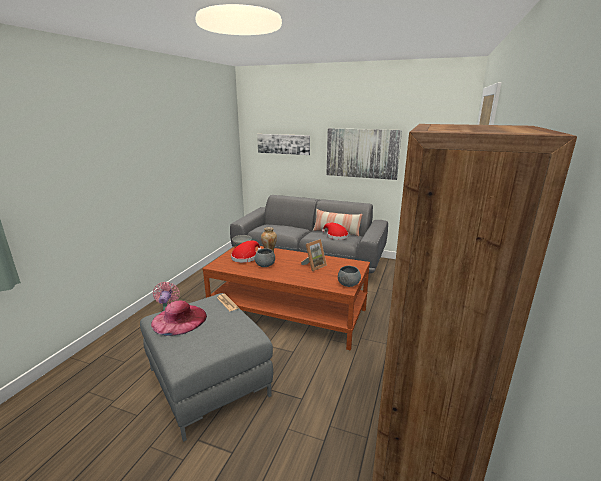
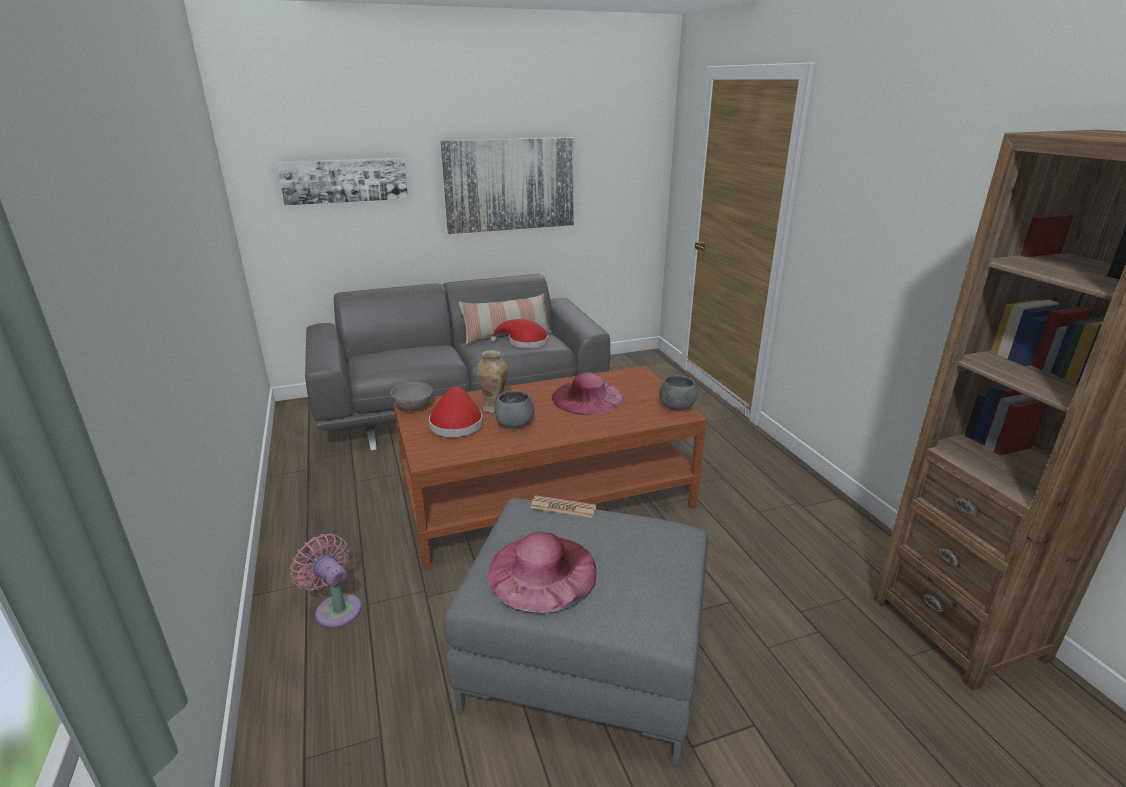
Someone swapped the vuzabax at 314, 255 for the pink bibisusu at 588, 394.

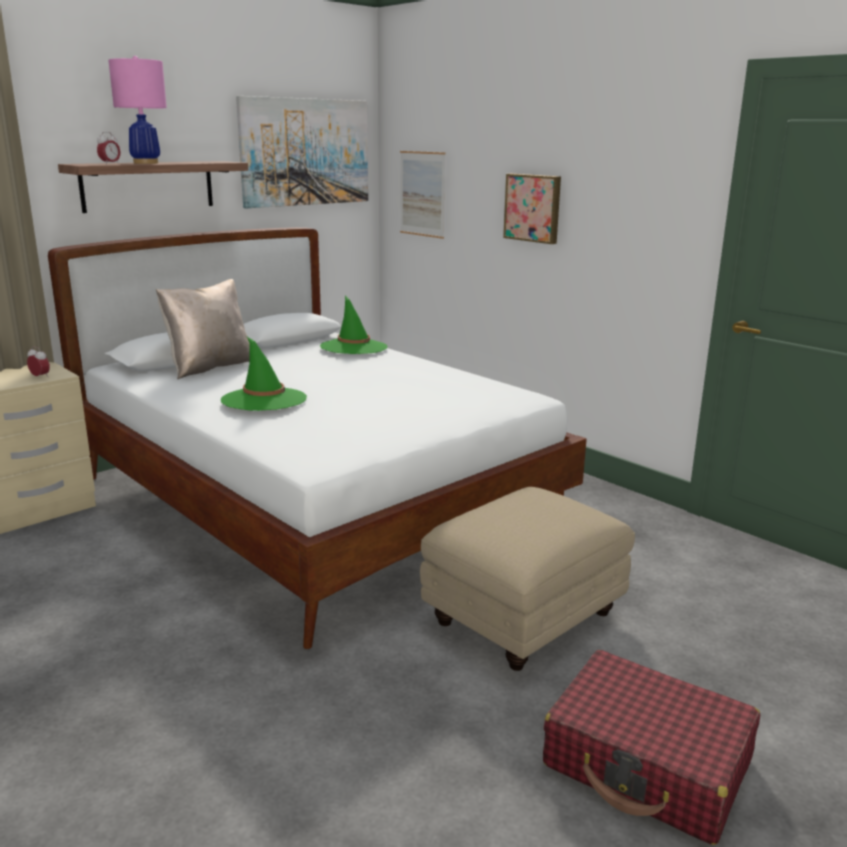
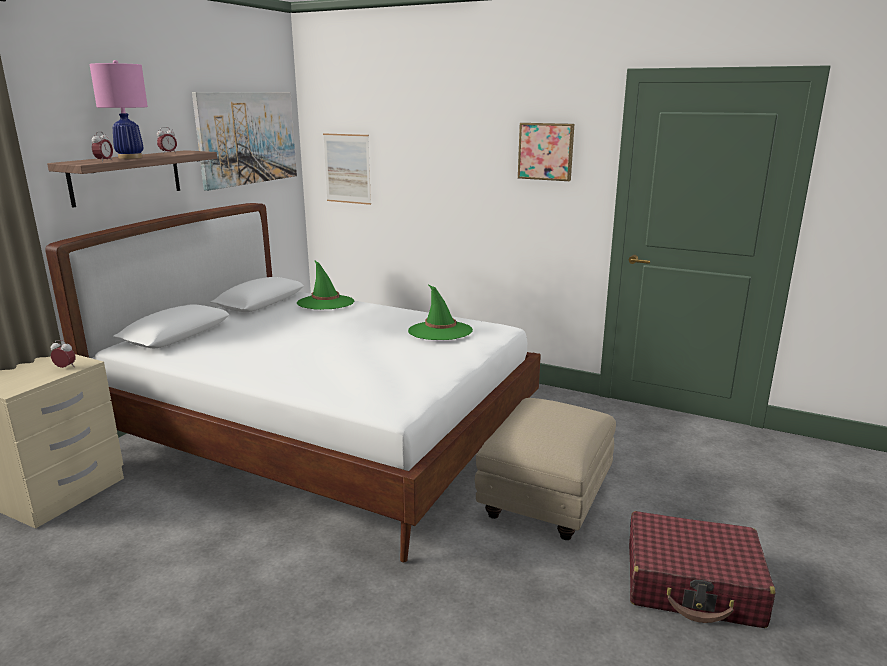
Someone took away the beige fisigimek at 203, 329.
Someone put down the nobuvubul at 167, 140.
Someone carried the green bibisusu from 264, 374 to 440, 312.
Someone carried the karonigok from 532, 209 to 546, 152.

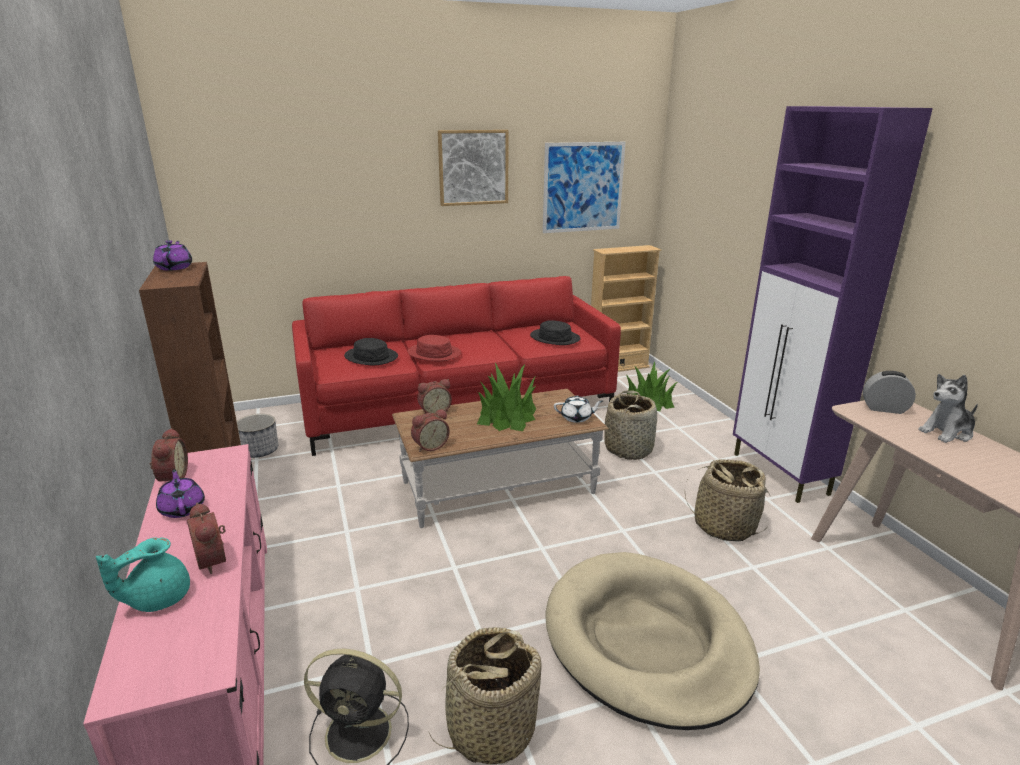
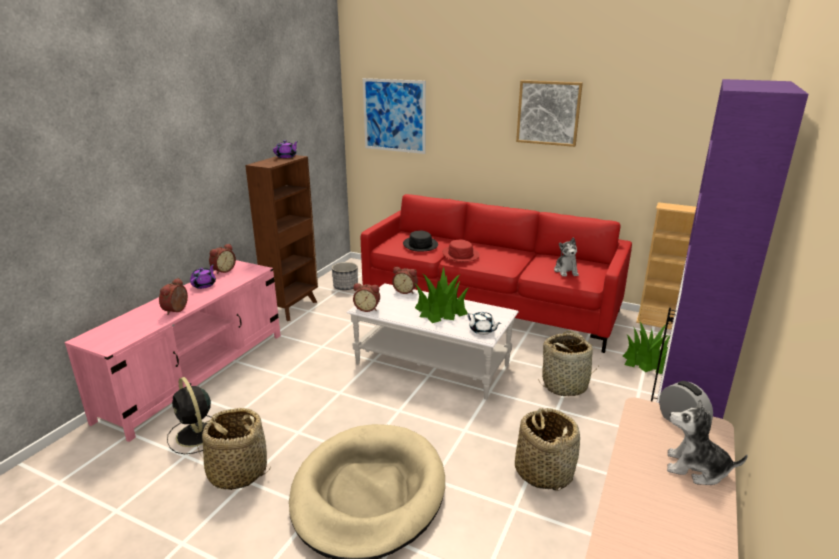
Someone took away the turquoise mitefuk at 143, 574.
Someone carried the karonigok from 584, 187 to 394, 116.
Someone swapped the black bibisusu at 555, 332 for the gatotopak at 566, 257.
Someone repainted the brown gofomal at 500, 458, which became the white gofomal at 432, 341.

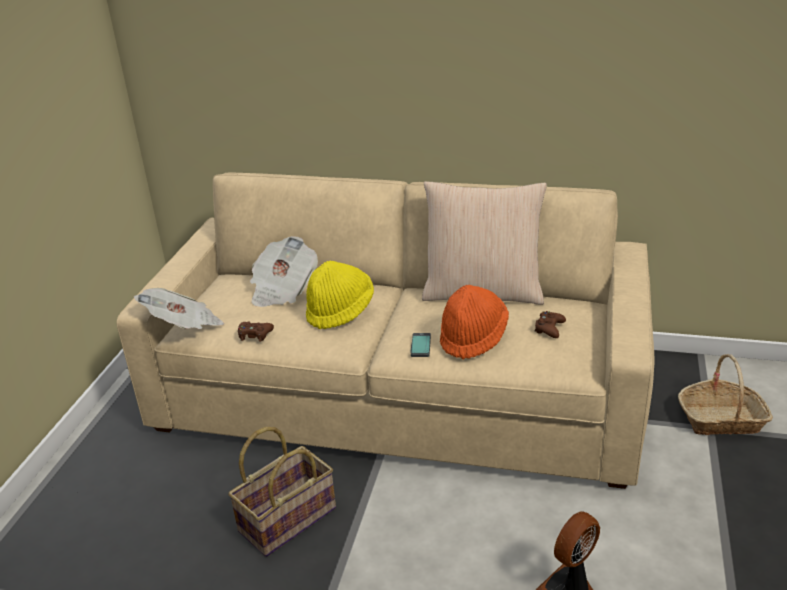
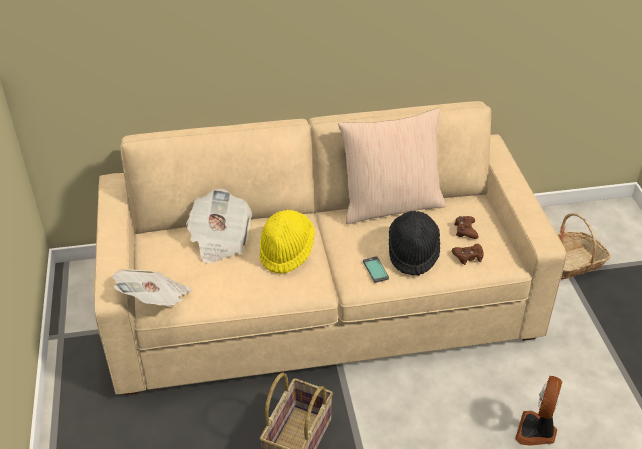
Someone carried the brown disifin from 256, 332 to 467, 254.
Someone repainted the orange bibisusu at 474, 322, which became the black bibisusu at 414, 243.

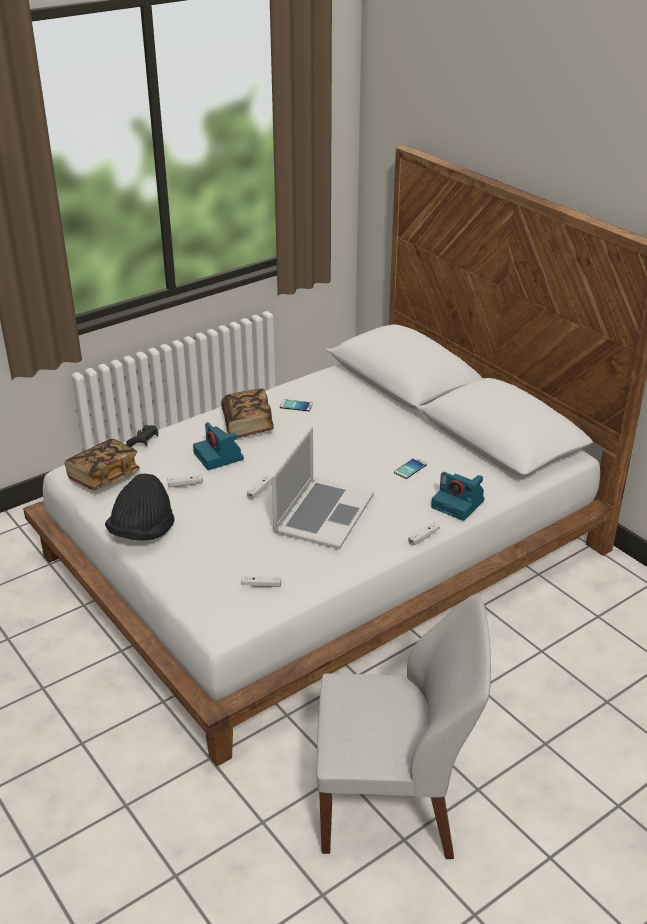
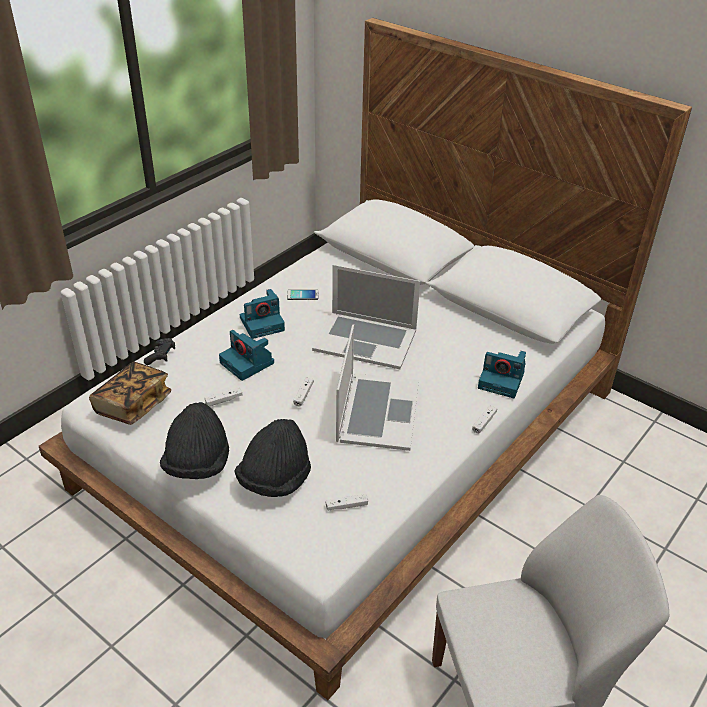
Someone took away the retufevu at 410, 468.
Someone put down the black bibisusu at 272, 458.
Someone put down the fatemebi at 366, 317.
Someone swapped the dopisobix at 247, 413 for the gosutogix at 262, 314.

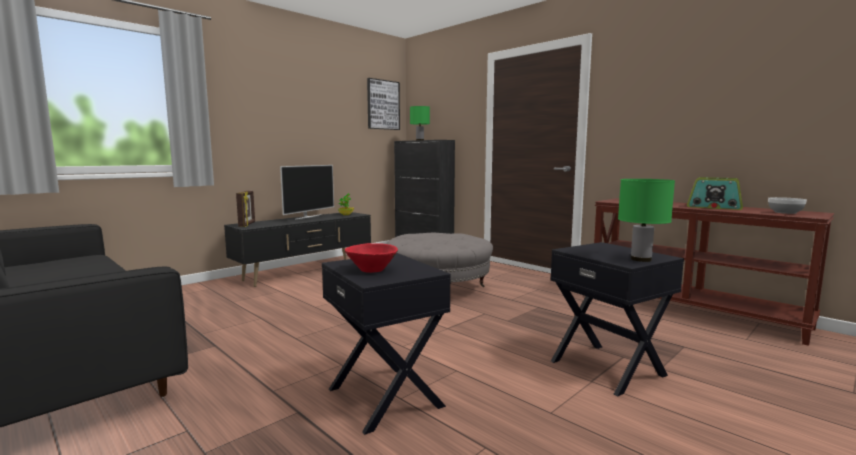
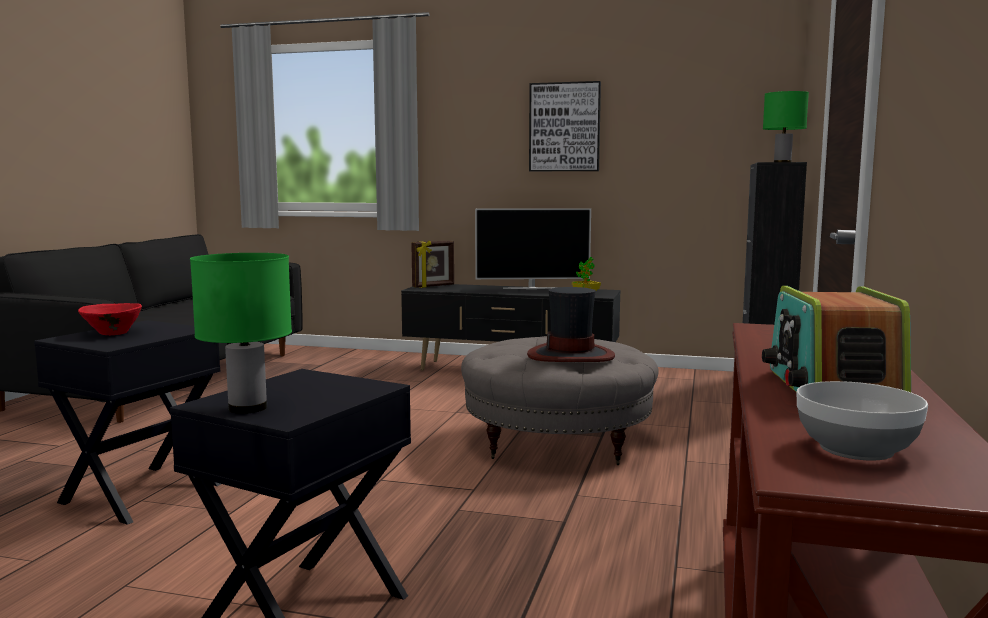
Someone put down the bibisusu at 571, 324.
Someone carried the karonigok from 383, 104 to 565, 126.

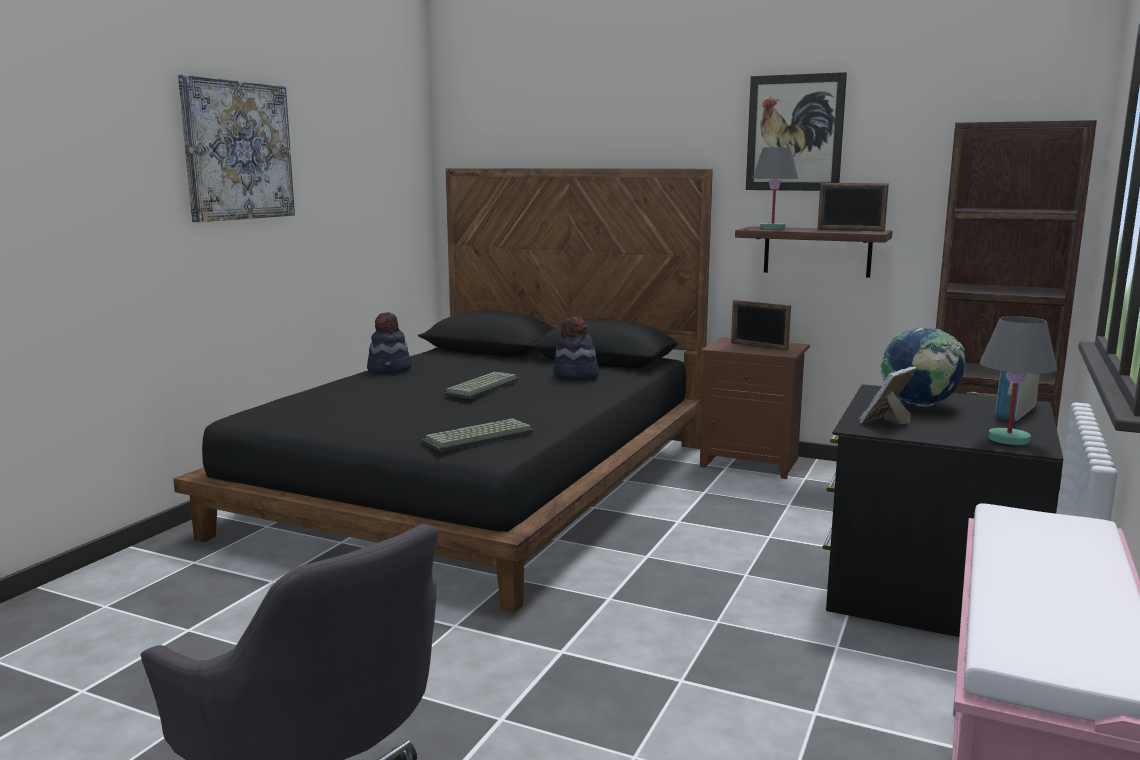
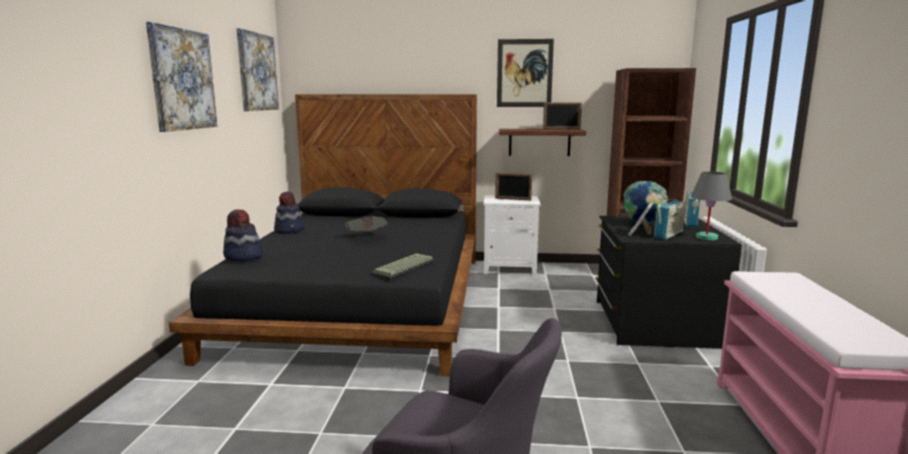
Someone took away the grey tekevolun at 775, 188.
Someone put up the karonigok at 258, 69.
Someone put down the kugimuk at 669, 219.
Someone carried the bibisusu from 576, 348 to 243, 235.
Someone swapped the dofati at 481, 385 for the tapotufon at 366, 223.
Someone repainted the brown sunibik at 755, 408, which became the white sunibik at 512, 235.

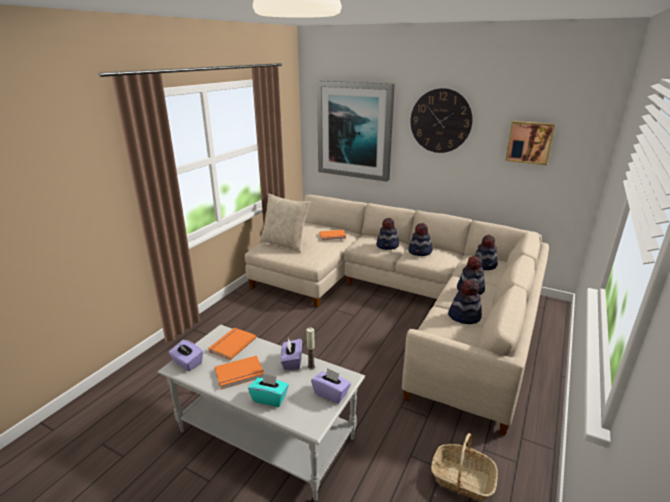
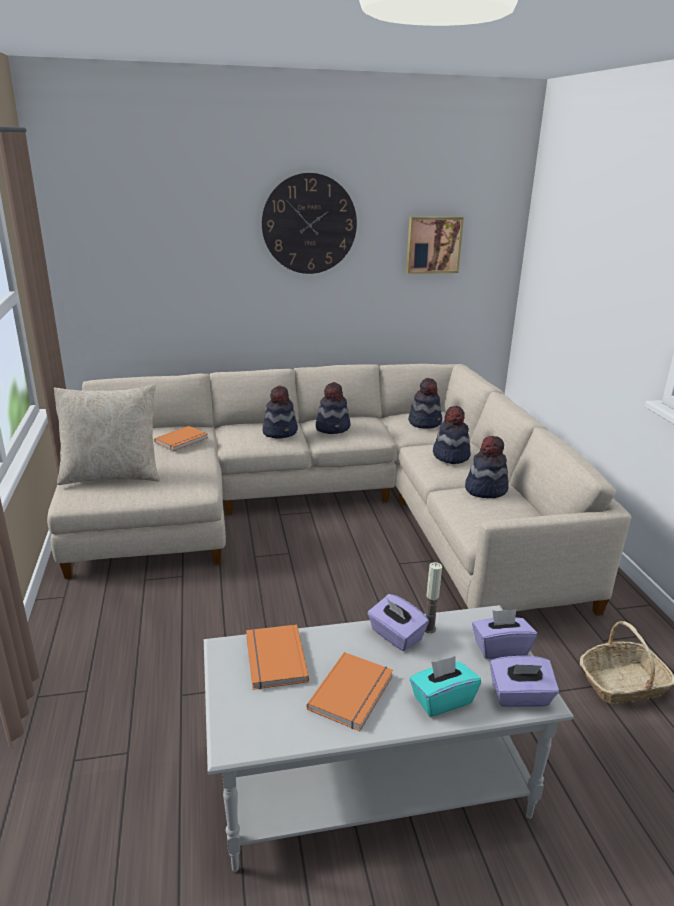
Someone took away the karonigok at 356, 131.
Someone carried the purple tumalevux from 186, 355 to 524, 681.

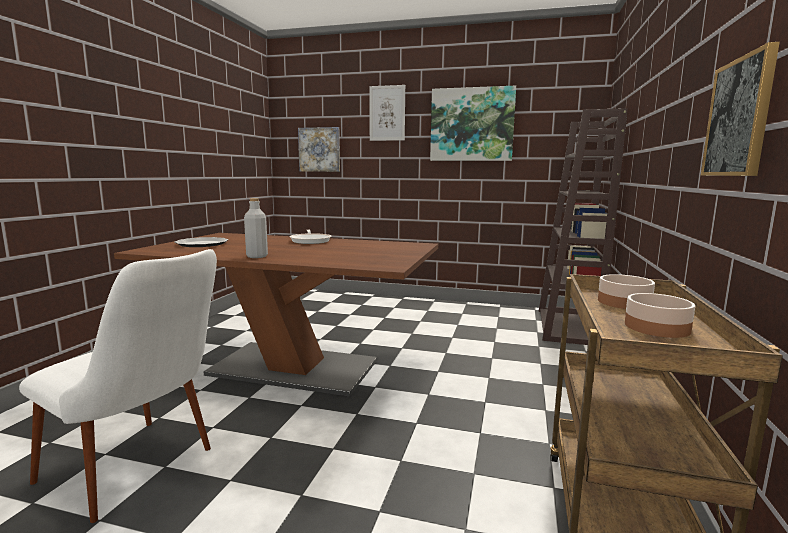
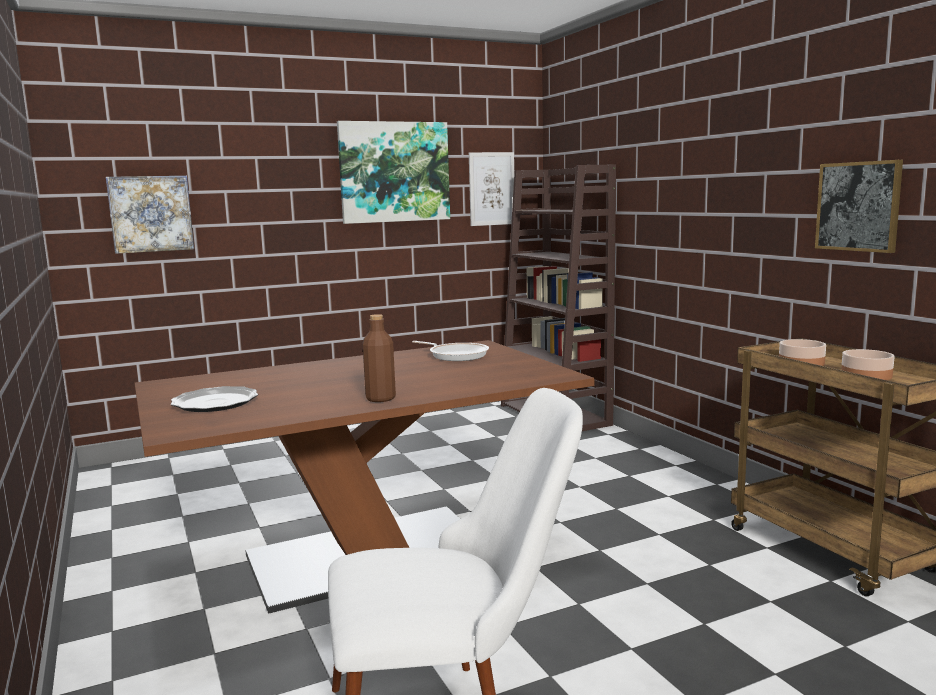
Someone carried the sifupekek from 310, 237 to 450, 351.
Someone carried the karonigok from 387, 113 to 491, 189.
Someone repainted the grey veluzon at 256, 228, which became the brown veluzon at 379, 358.

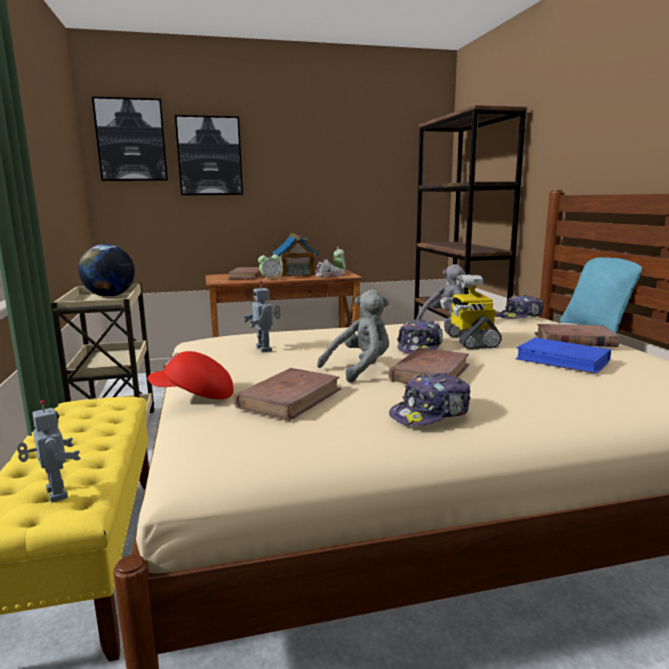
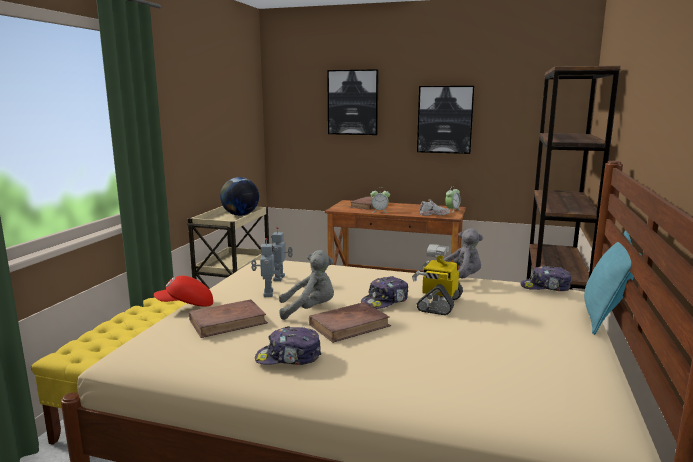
Someone took away the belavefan at 296, 255.
Someone took away the blue dopisobix at 563, 355.
Someone took away the brown dopisobix at 577, 335.
Someone carried the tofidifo from 49, 451 to 266, 267.
Someone carried the karonigok from 130, 139 to 445, 120.
Someone rotated the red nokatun at 191, 375 by 45 degrees counterclockwise.

